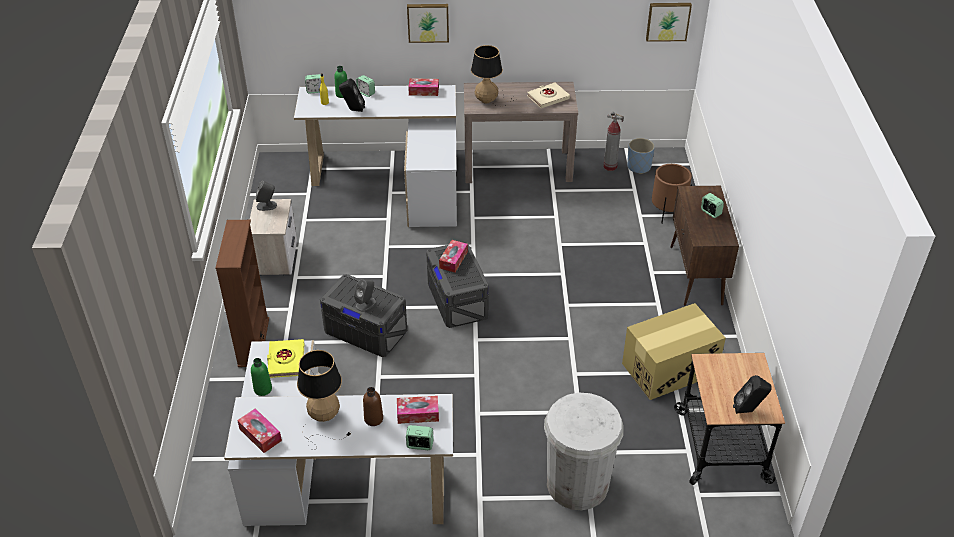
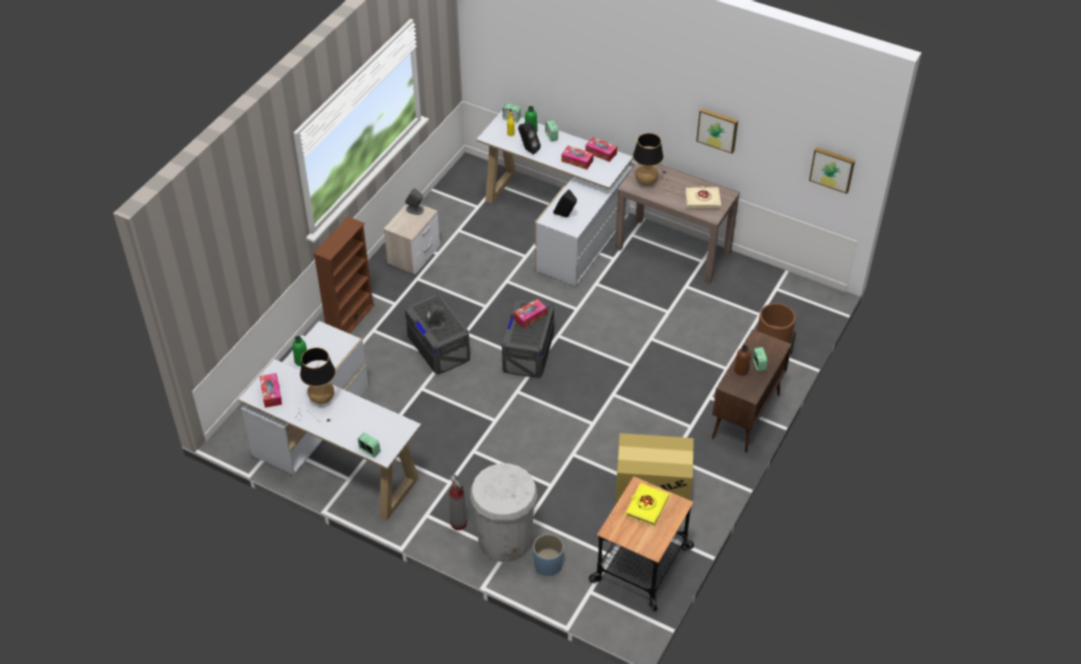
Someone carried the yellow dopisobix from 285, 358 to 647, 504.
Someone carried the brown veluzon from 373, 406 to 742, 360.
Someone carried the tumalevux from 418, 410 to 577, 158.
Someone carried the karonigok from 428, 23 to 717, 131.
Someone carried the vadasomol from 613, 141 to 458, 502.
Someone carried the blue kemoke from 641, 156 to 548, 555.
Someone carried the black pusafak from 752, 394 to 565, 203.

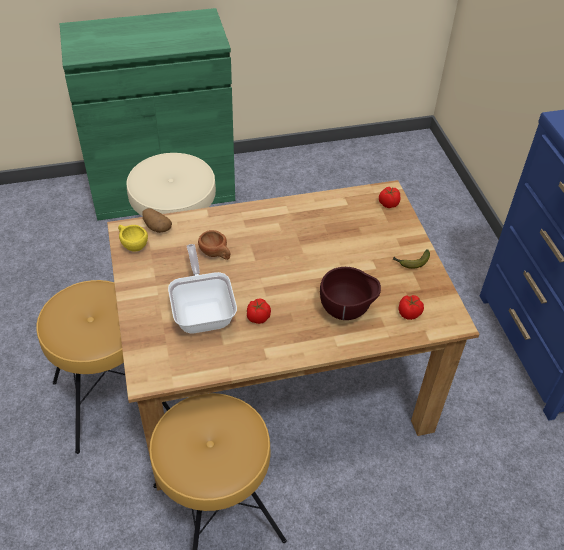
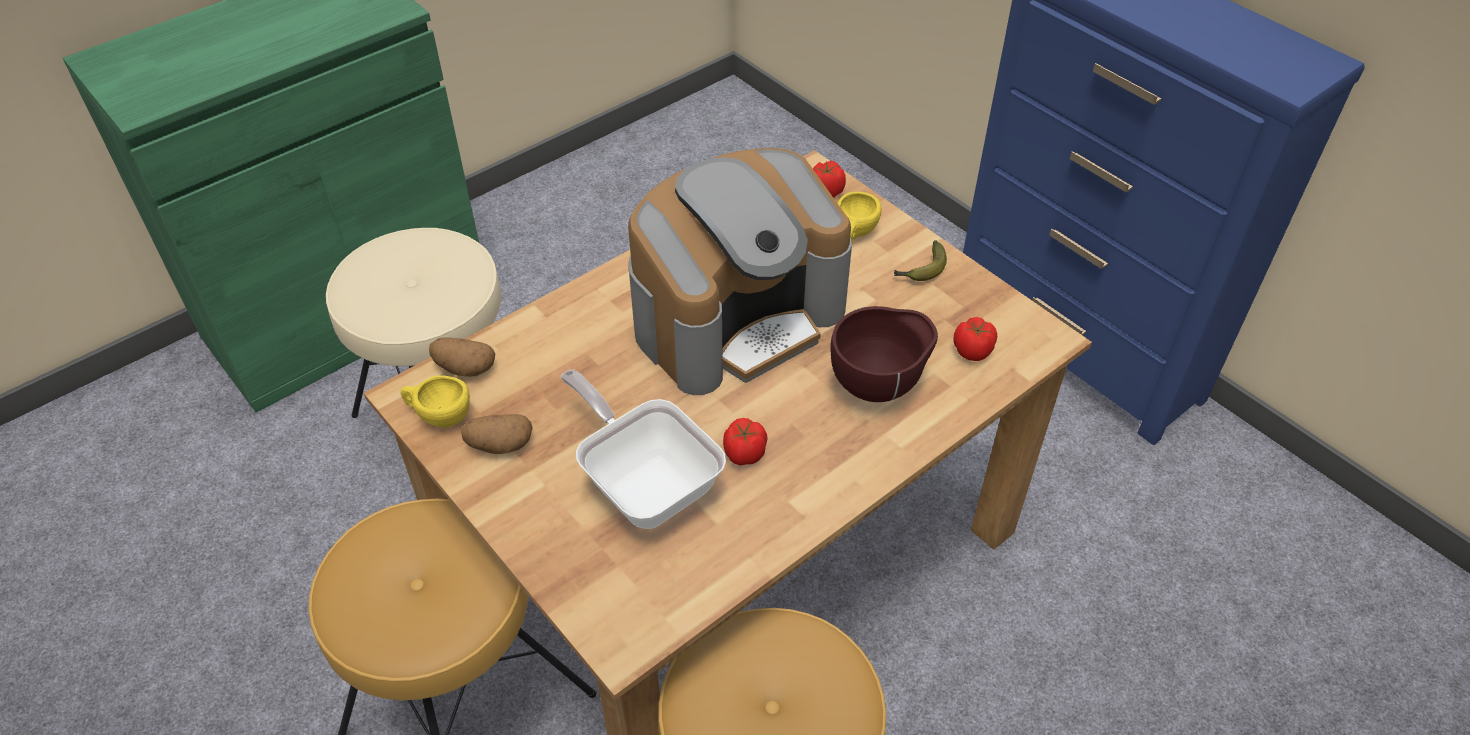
Someone took away the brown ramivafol at 214, 245.
Someone put down the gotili at 497, 434.
Someone put down the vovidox at 740, 271.
Someone put down the yellow ramivafol at 860, 217.

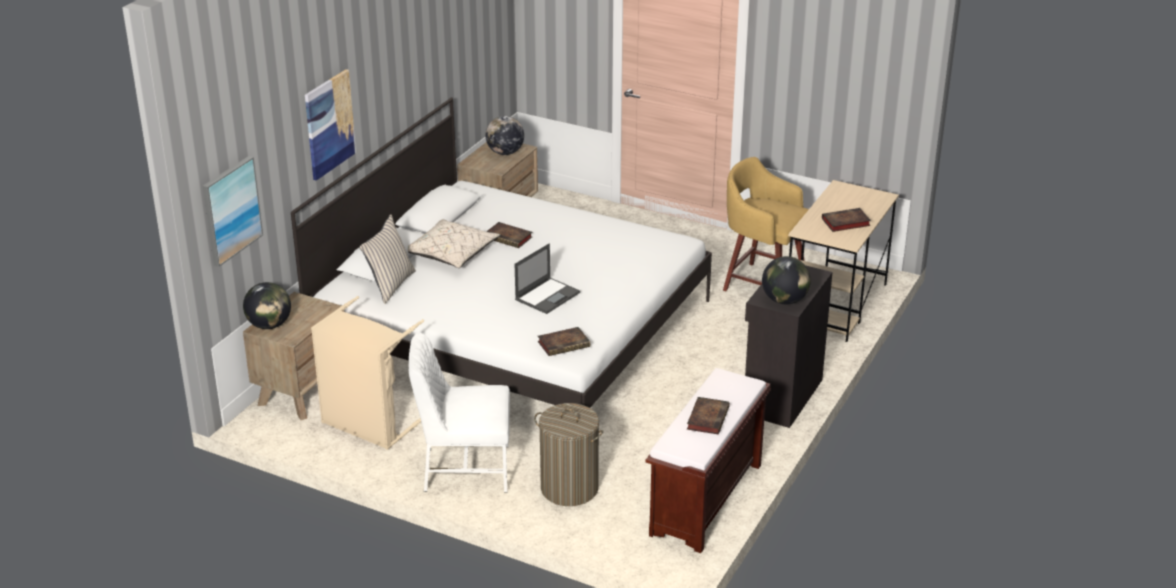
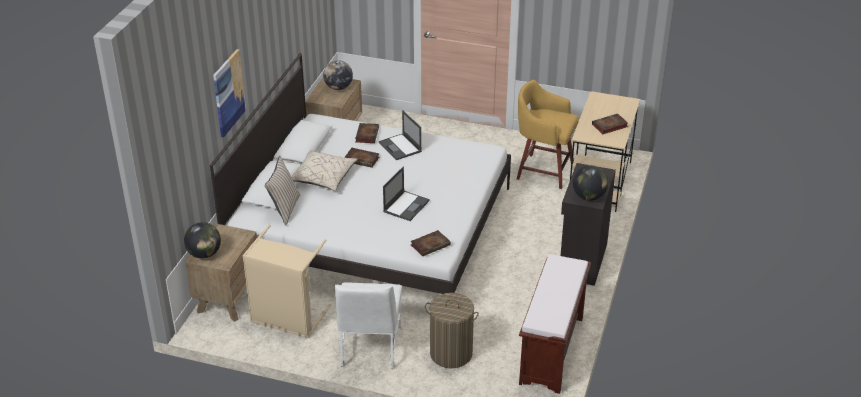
Someone took away the karonigok at 233, 211.
Someone put down the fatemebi at 400, 135.
Someone carried the dopisobix from 708, 415 to 367, 133.
Someone rotated the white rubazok at 459, 413 by 75 degrees counterclockwise.

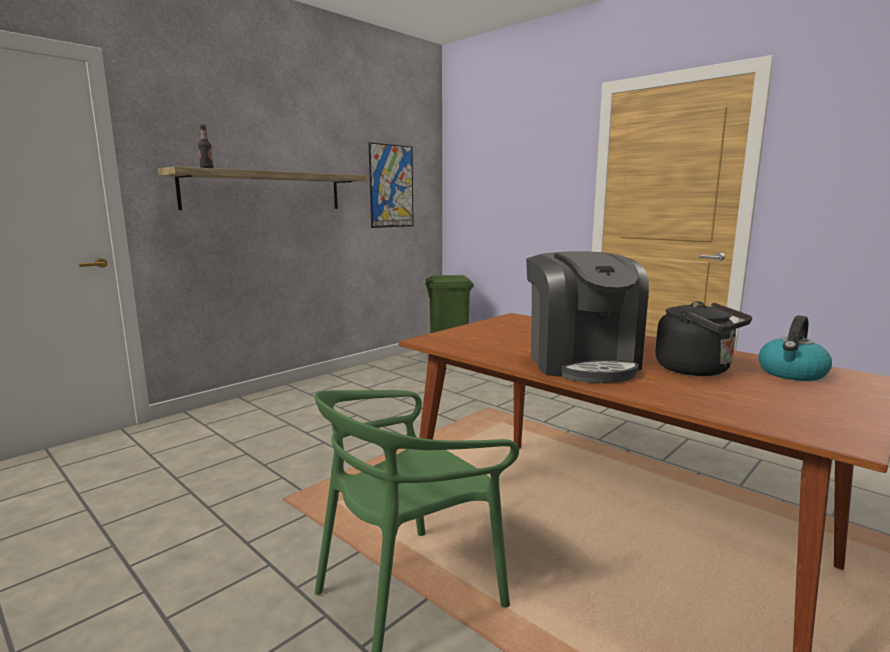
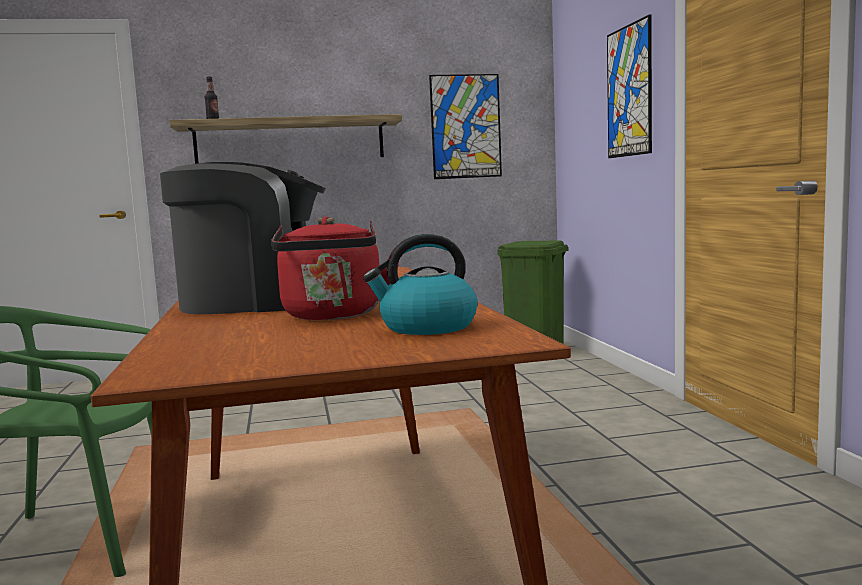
Someone put up the karonigok at 629, 86.
Someone repainted the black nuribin at 703, 338, which became the red nuribin at 335, 268.
Someone rotated the vovidox at 587, 317 by 120 degrees counterclockwise.

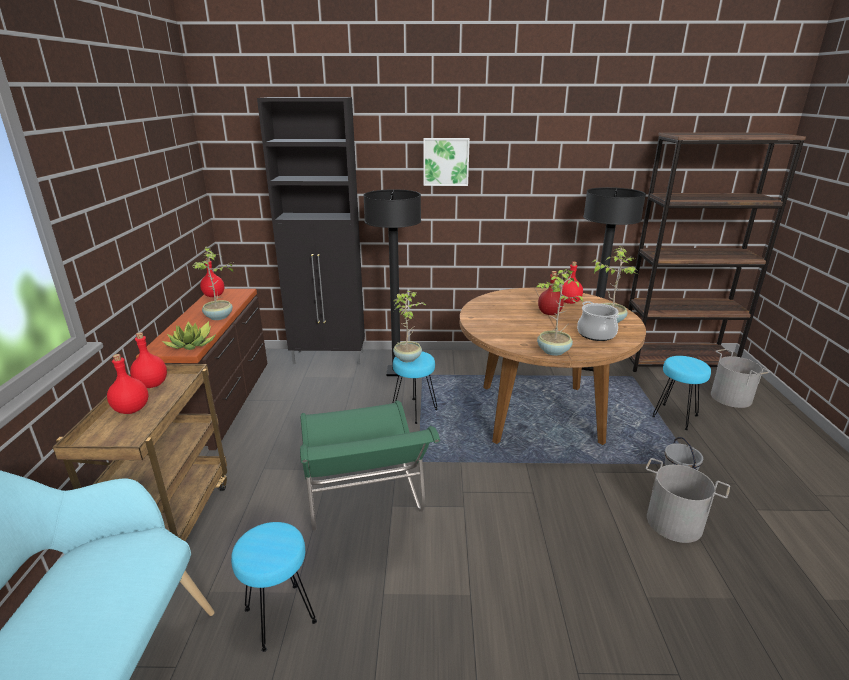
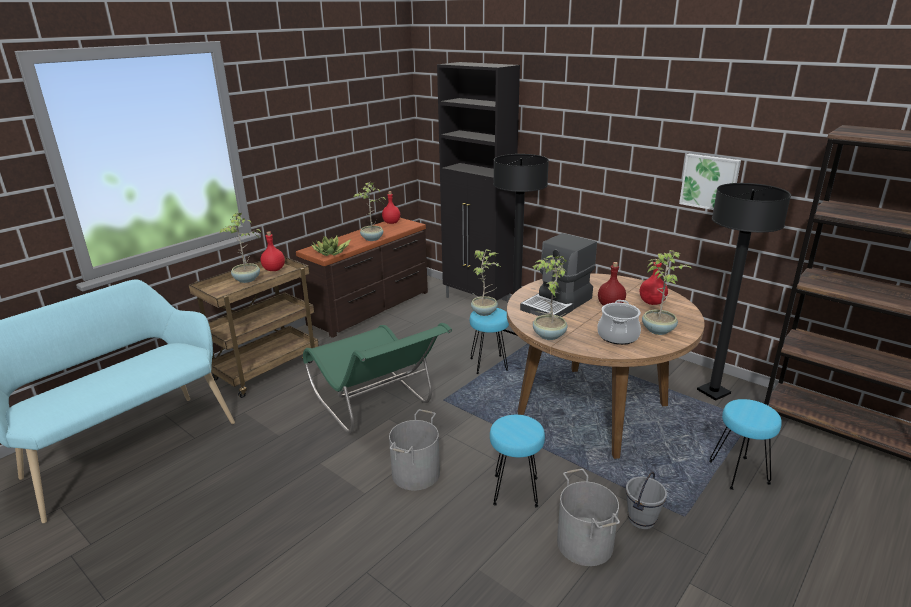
Someone put down the vovidox at 558, 275.
Someone carried the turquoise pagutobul from 274, 587 to 517, 461.
Someone carried the karonigok from 447, 162 to 710, 182.
Someone carried the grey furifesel from 740, 378 to 414, 449.
Someone swapped the red veluzon at 127, 384 for the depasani at 241, 248.
Someone rotated the green rubazok at 370, 465 by 60 degrees counterclockwise.

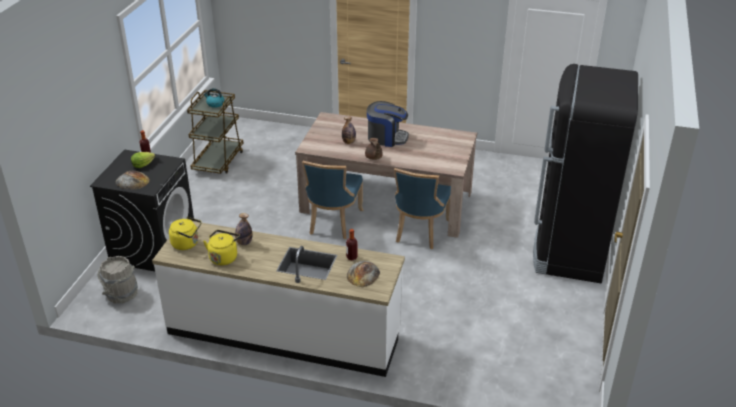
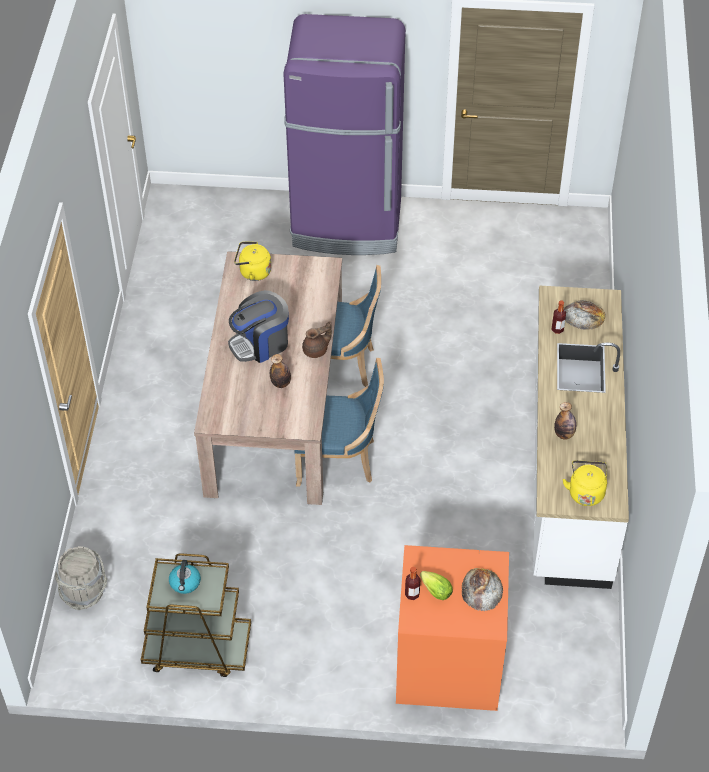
Someone carried the grey furifesel from 117, 280 to 81, 578.
Someone carried the yellow nuribin from 221, 247 to 252, 261.
Someone repainted the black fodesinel at 142, 210, which became the orange fodesinel at 452, 628.
Someone repainted the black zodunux at 585, 173, which became the purple zodunux at 345, 134.
Someone rotated the vovidox at 388, 124 by 120 degrees counterclockwise.

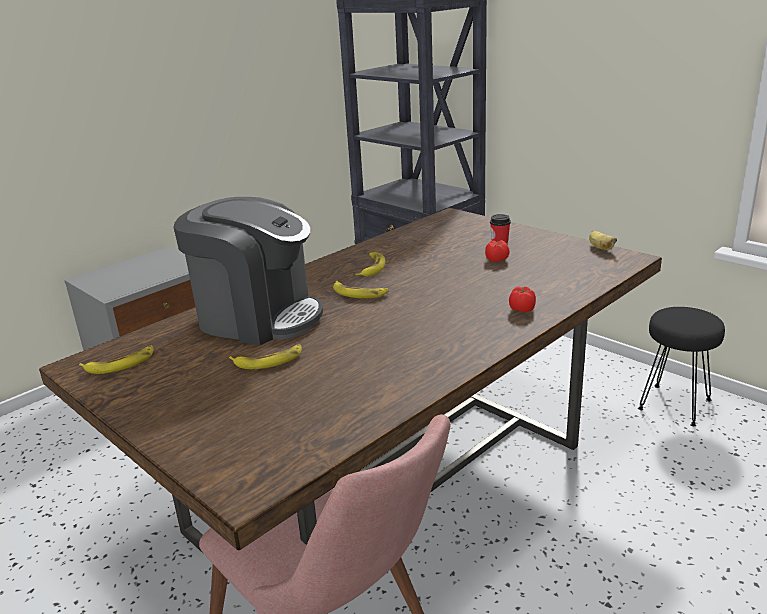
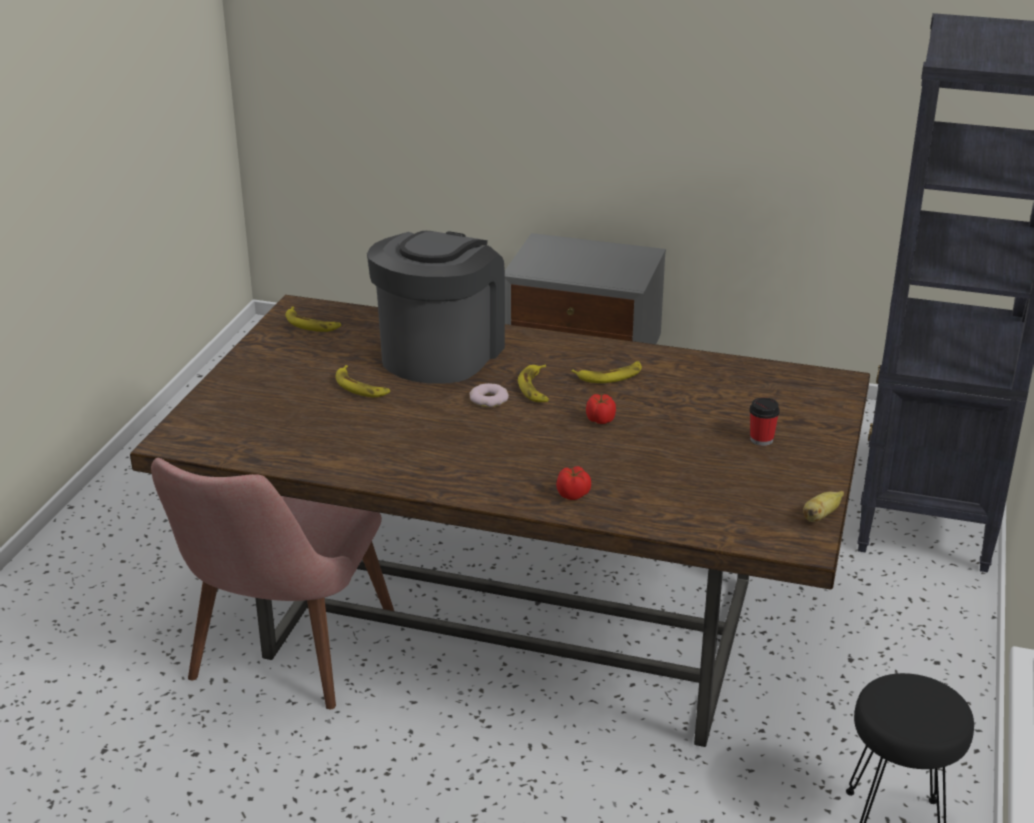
Someone put down the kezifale at 489, 395.
Someone carried the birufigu from 497, 251 to 601, 409.
Someone rotated the vovidox at 248, 271 by 150 degrees counterclockwise.

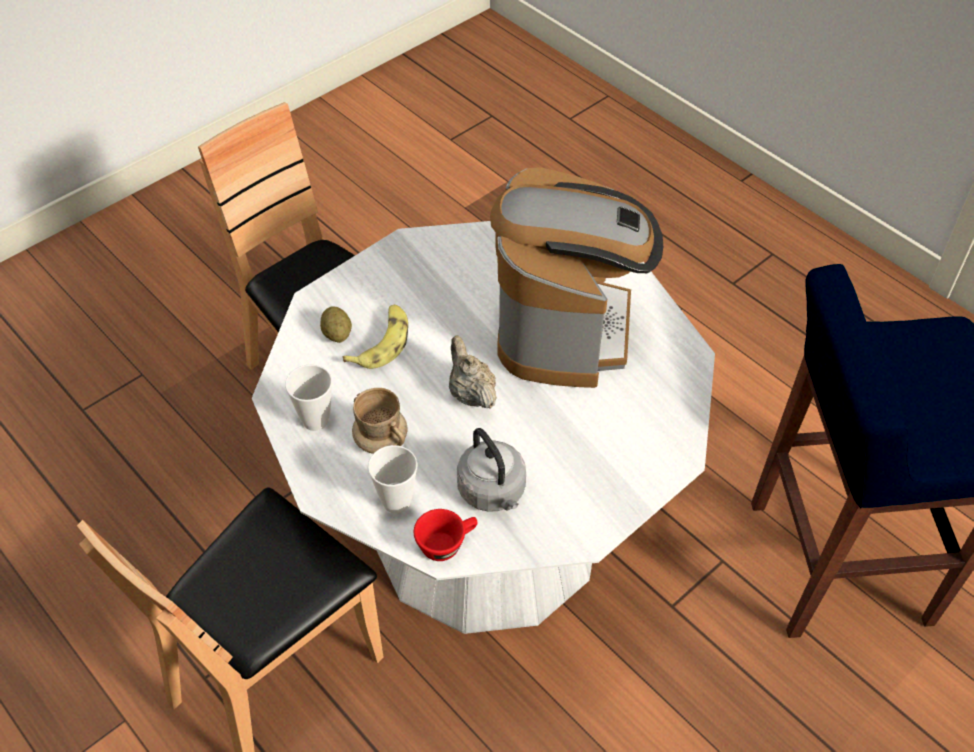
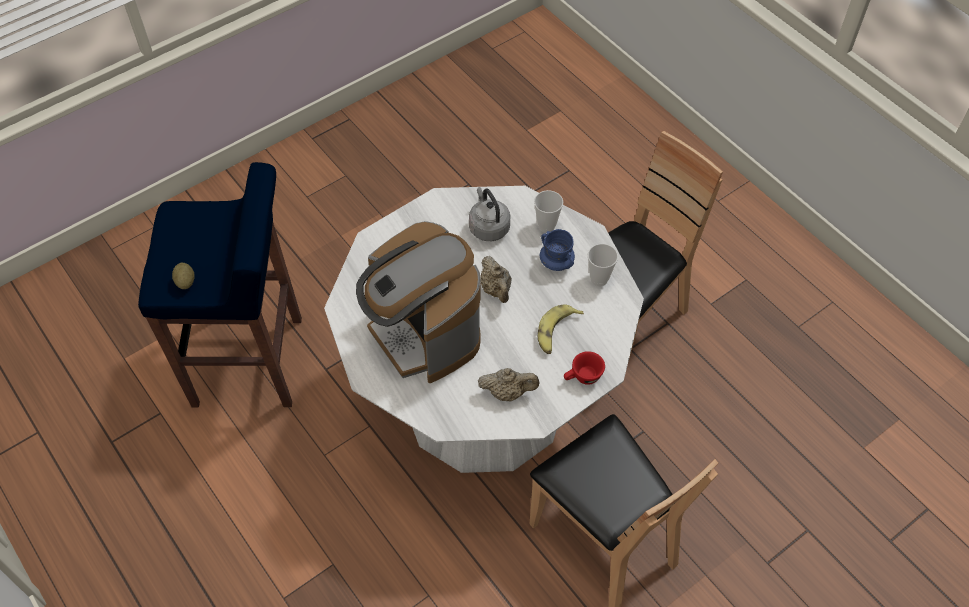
Someone put down the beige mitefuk at 509, 385.
Someone carried the gotili from 336, 324 to 183, 276.
Someone carried the red ramivafol from 446, 535 to 584, 368.
Someone repainted the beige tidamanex at 380, 421, which became the blue tidamanex at 557, 250.
Someone rotated the vovidox at 576, 277 by 45 degrees counterclockwise.

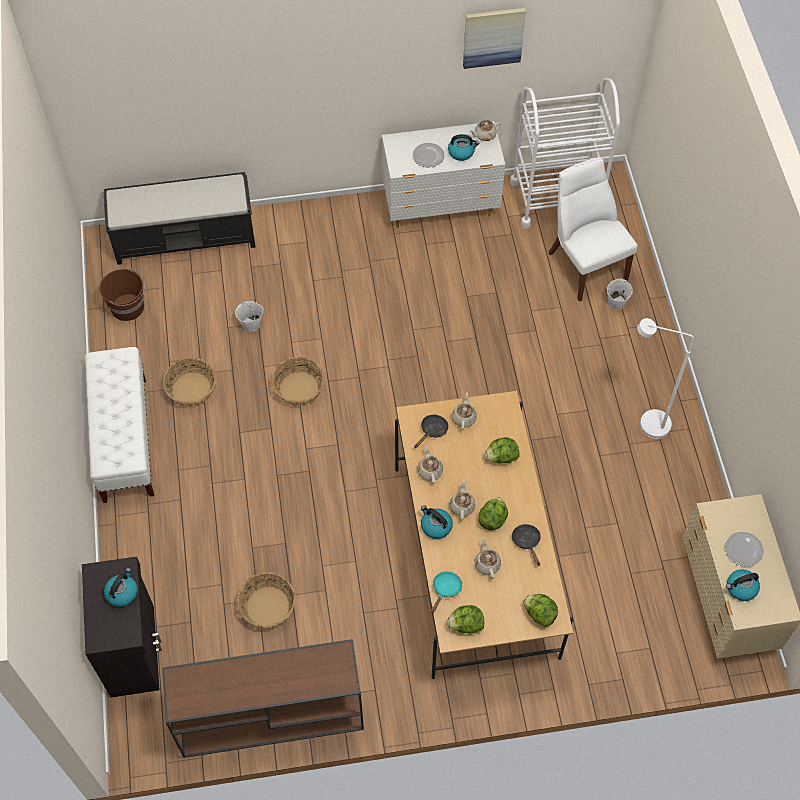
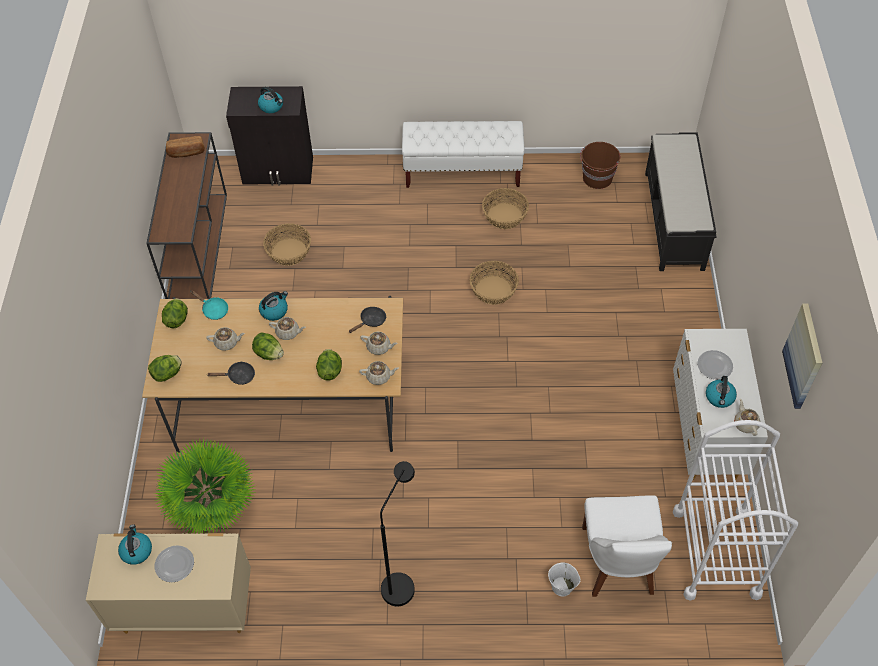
Someone took away the white furifesel at 249, 316.
Someone put down the depasani at 205, 486.
Someone put down the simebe at 185, 147.
Someone carried the beige mitefuk from 430, 464 to 379, 373.
Someone repainted the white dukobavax at 665, 378, which became the black dukobavax at 397, 533.
Someone rotated the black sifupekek at 431, 431 by 90 degrees counterclockwise.
Someone rotated the white rubazok at 593, 229 by 105 degrees clockwise.

